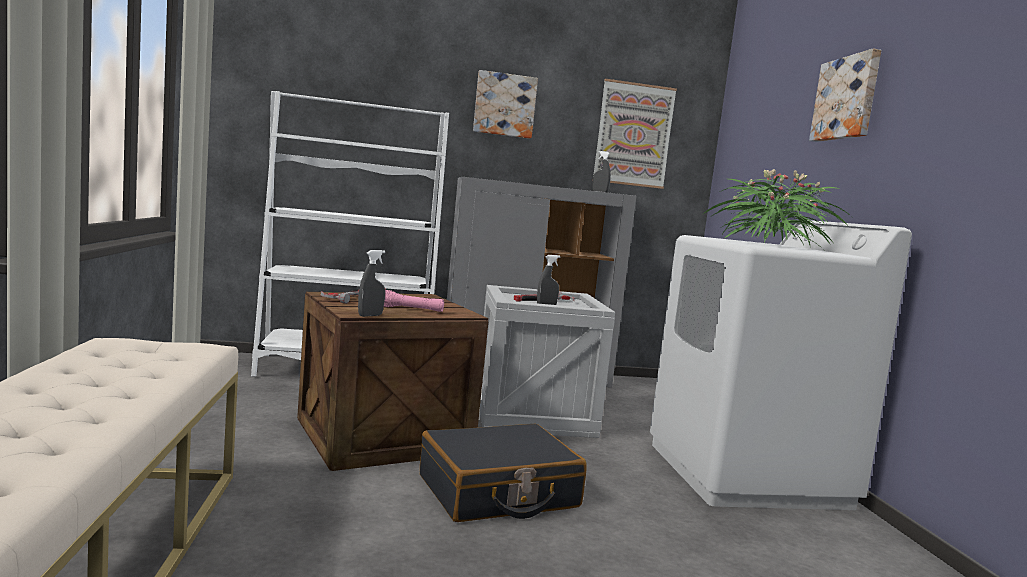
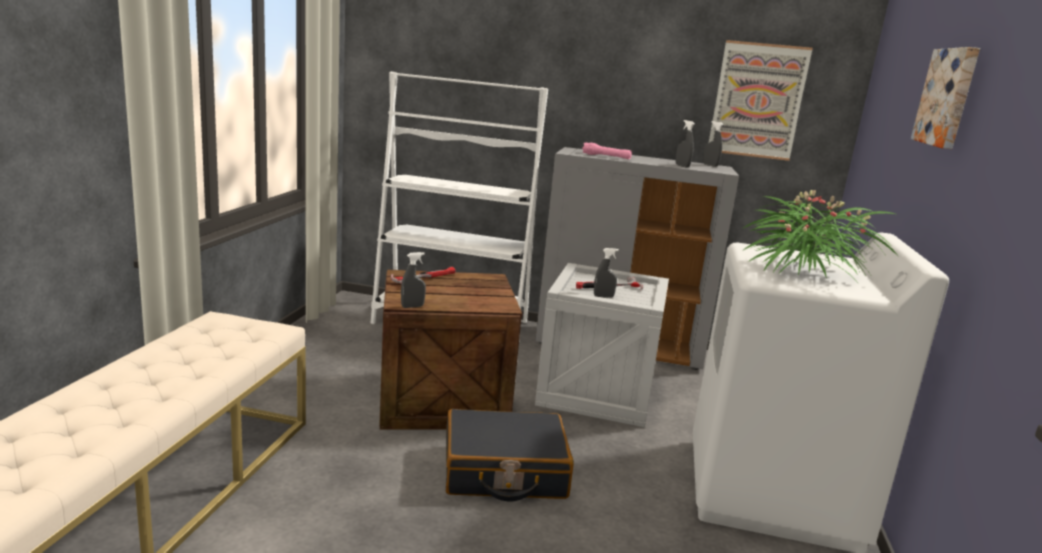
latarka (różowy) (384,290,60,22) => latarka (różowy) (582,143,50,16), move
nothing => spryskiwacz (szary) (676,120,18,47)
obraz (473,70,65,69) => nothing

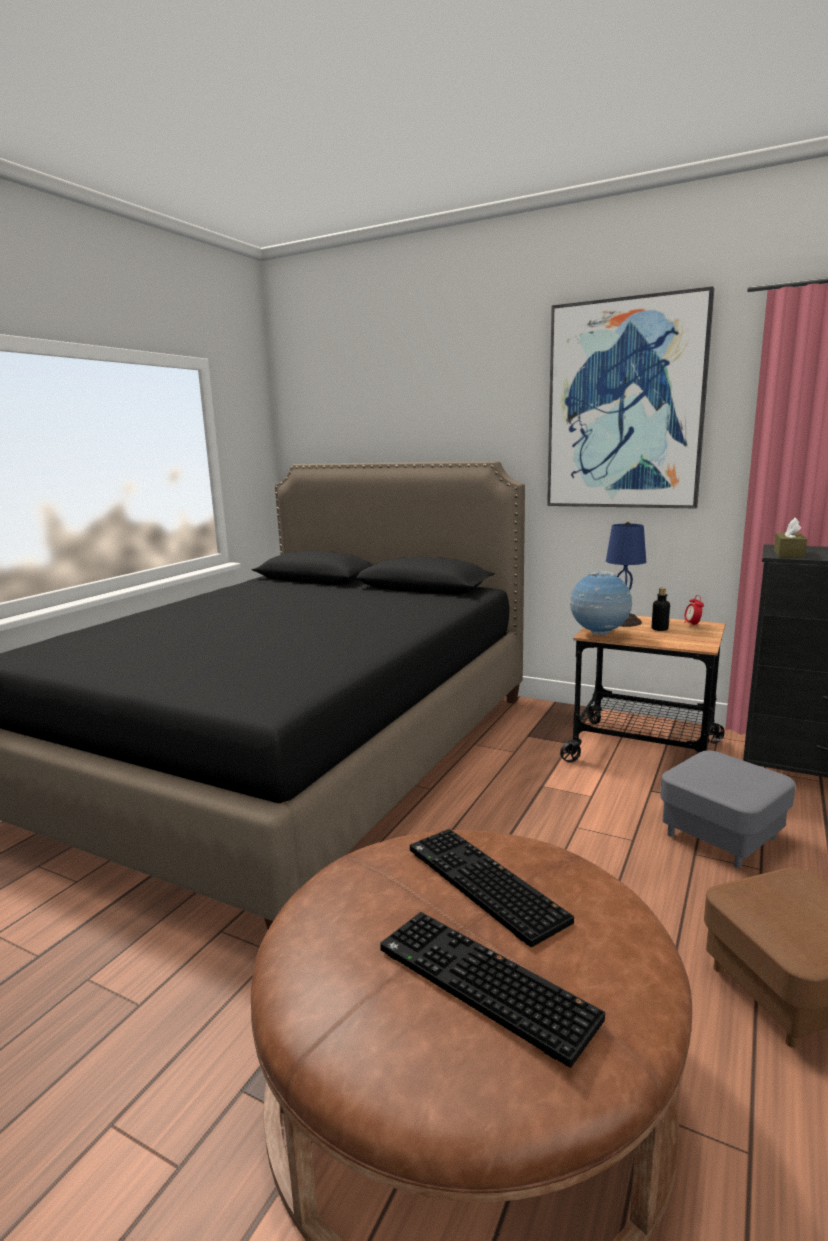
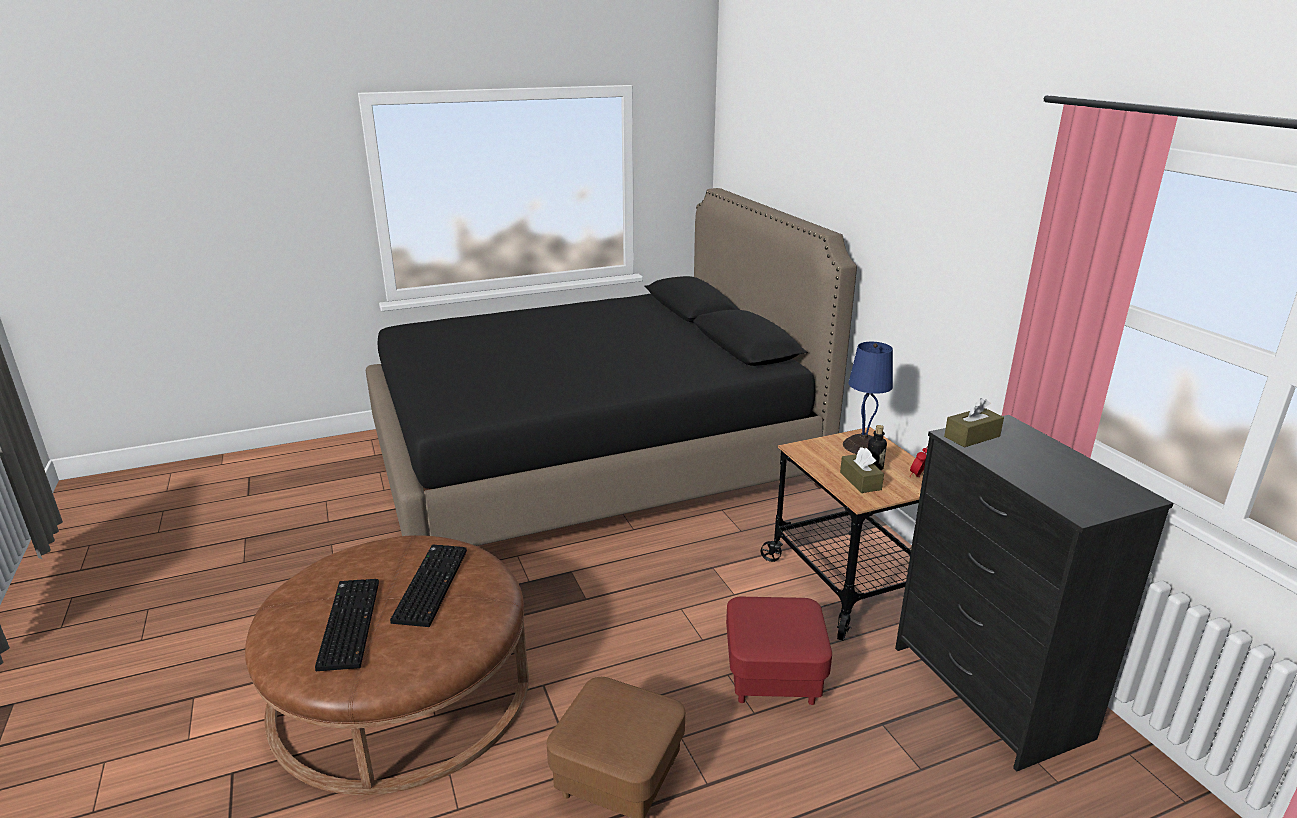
pufa (szary) (660,751,136,117) => pufa (czerwony) (726,597,106,108)
nothing => pudełko chusteczek (brązowy) (840,447,44,46)
obraz (547,286,167,223) => nothing
globus (570,570,62,66) => nothing

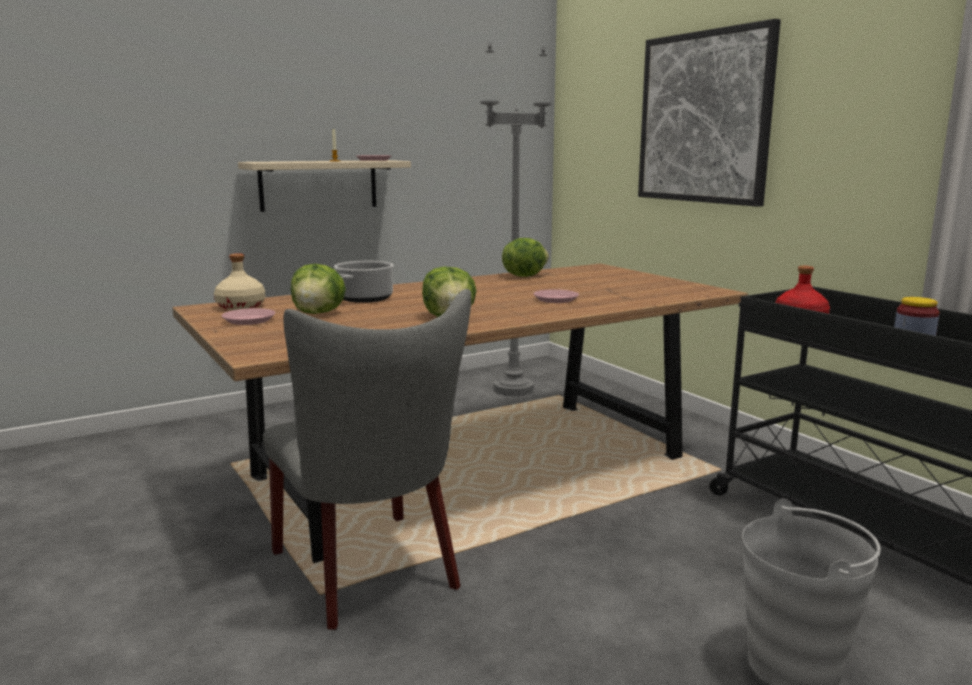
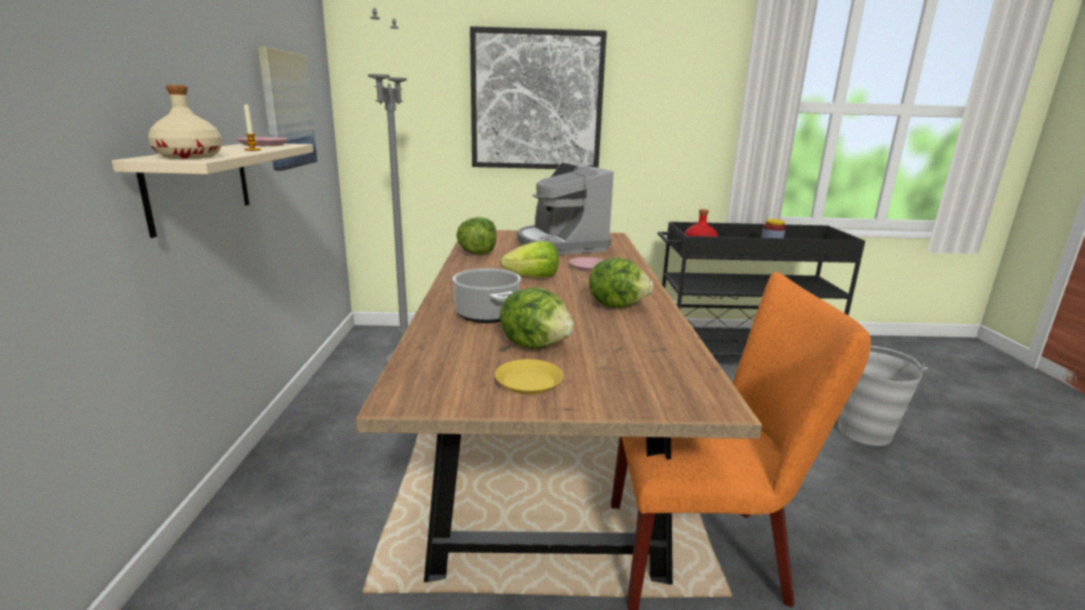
butelka (beżowy) (214,253,51,57) => butelka (beżowy) (148,85,74,74), move
nothing => obraz (258,47,59,124)
talerz (różowy) (221,308,54,17) => talerz (żółty) (495,359,68,35)
nothing => sałata (501,241,58,36)
nothing => ekspres do kawy (518,162,96,93)
krzesło (szary) (263,289,208,341) => krzesło (pomarańczowy) (611,272,260,338)

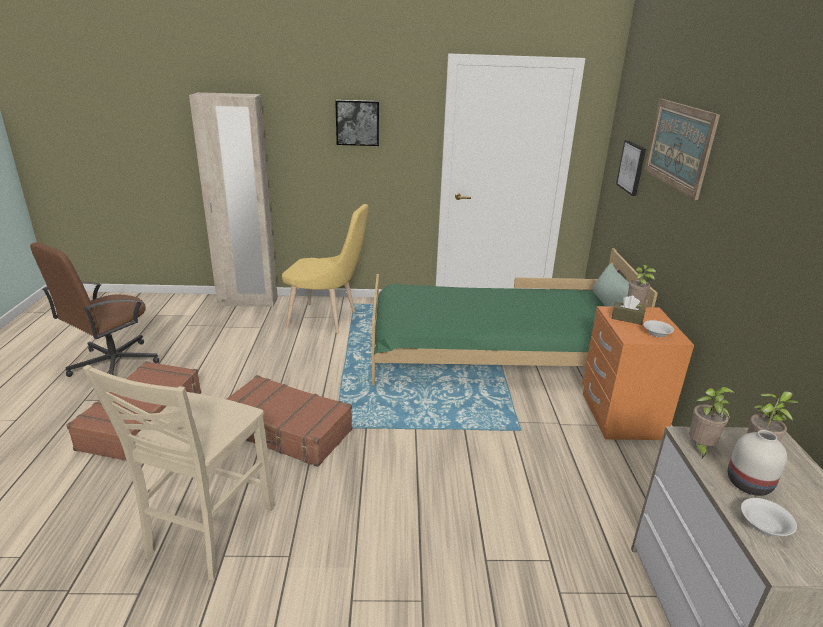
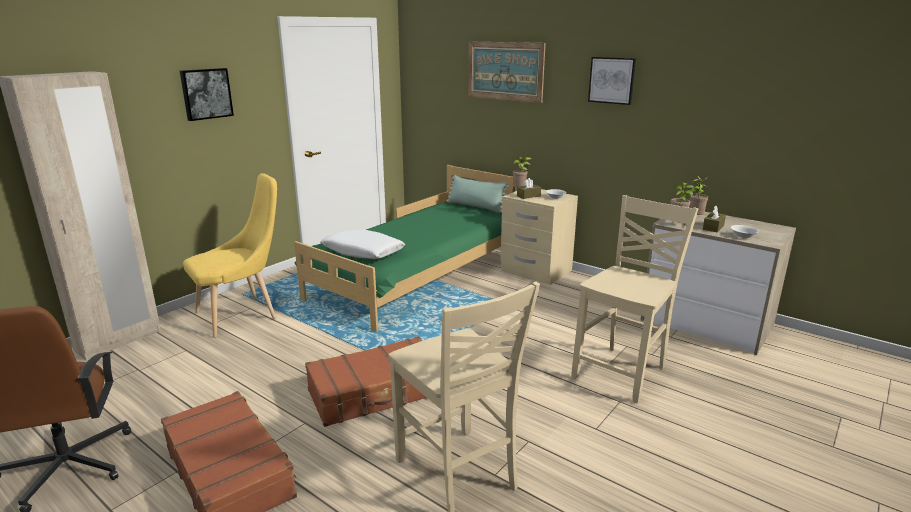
nothing => poduszka (biały) (320,229,85,30)
szafka nocna (pomarańczowy) (582,306,112,134) => szafka nocna (beżowy) (500,189,78,96)
nothing => krzesło (beżowy) (571,195,127,208)
obraz (616,140,30,56) => obraz (588,57,48,48), move
wazon (biały) (728,430,59,66) => pudełko chusteczek (brązowy) (703,206,23,26)

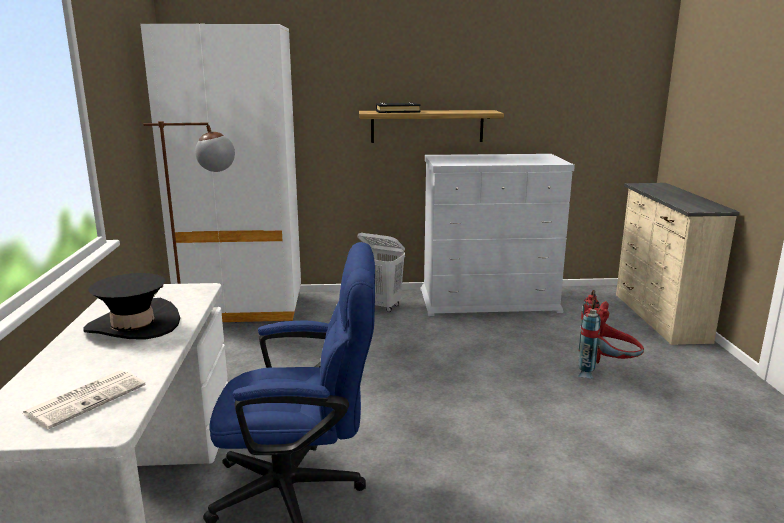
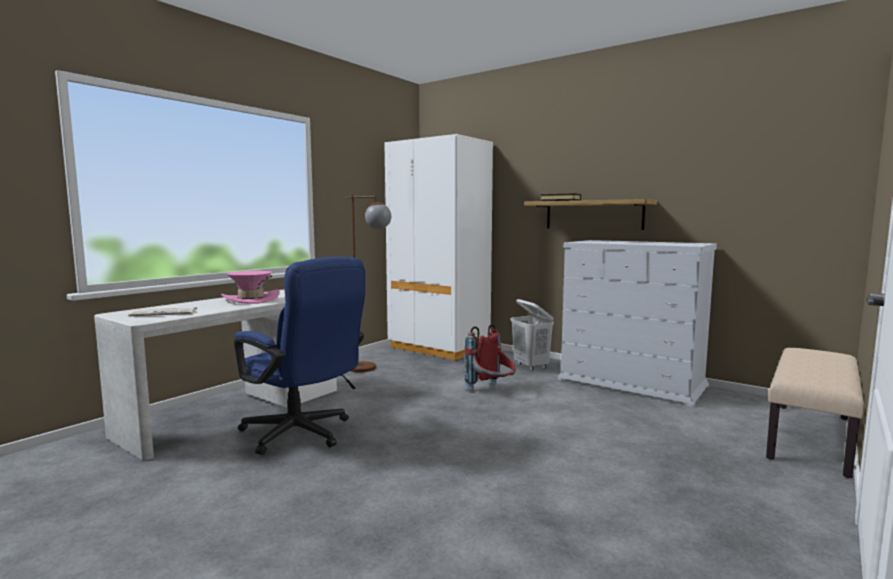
kapelusz (czarny) (83,273,97,66) => kapelusz (różowy) (221,271,59,33)
plecak (czerwony) (578,290,66,89) => plecak (czerwony) (463,324,53,67), move
komoda (beżowy) (616,183,124,162) => ławka (beżowy) (766,348,98,130)

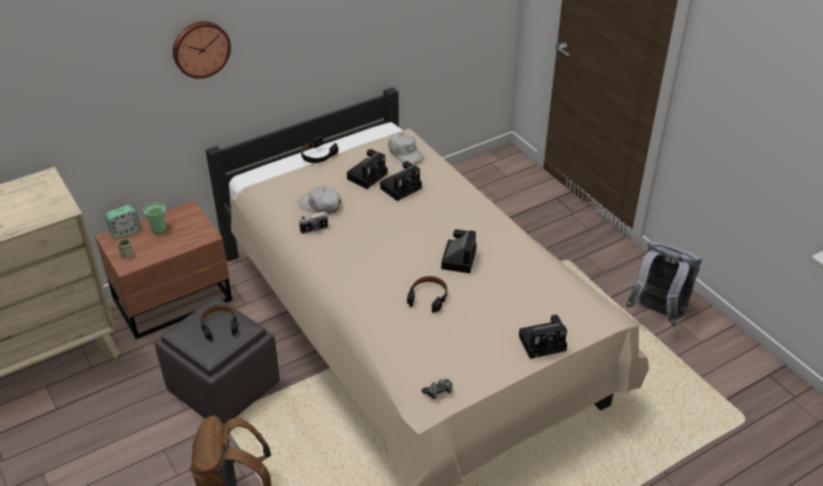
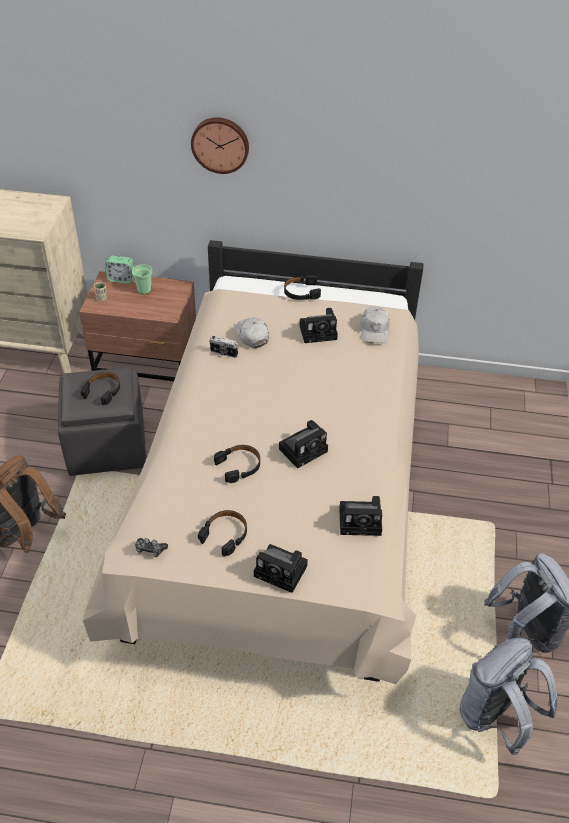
nothing => słuchawki (czarny) (198,510,49,46)
aparat fotograficzny (380,161,42,40) => aparat fotograficzny (339,496,43,40), move
nothing => plecak (szary) (460,638,97,117)

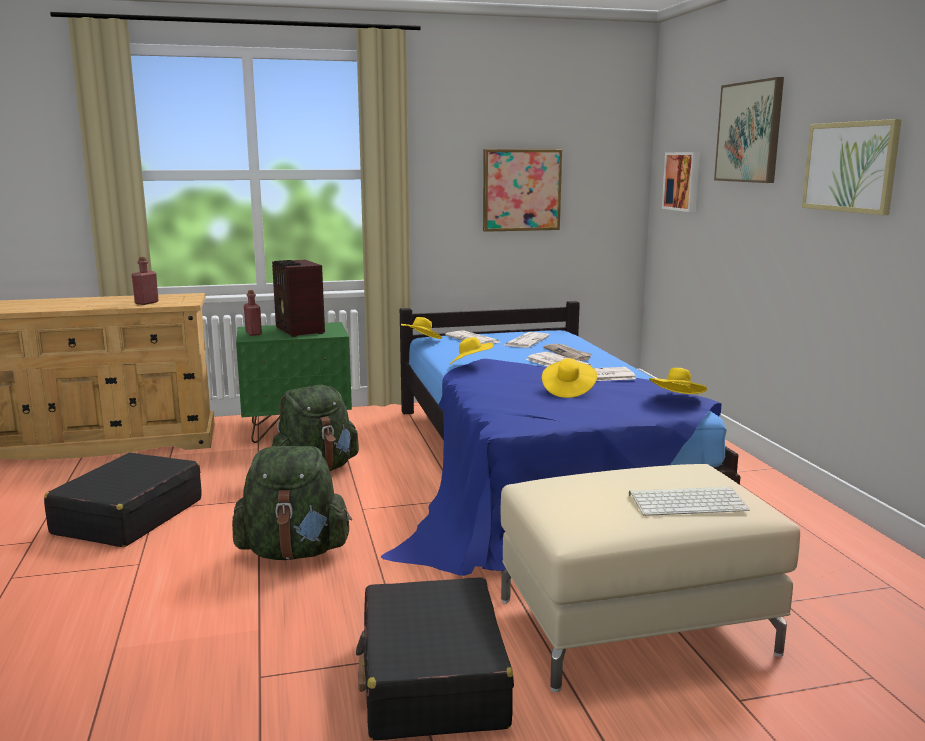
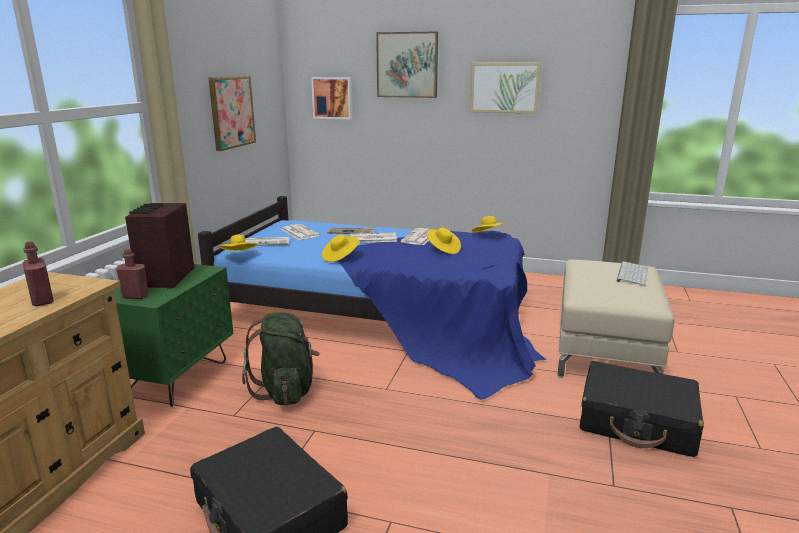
radio (272,260,53,77) => radio (125,203,69,86), 90 degrees clockwise
plecak (zielony) (232,446,120,114) => nothing

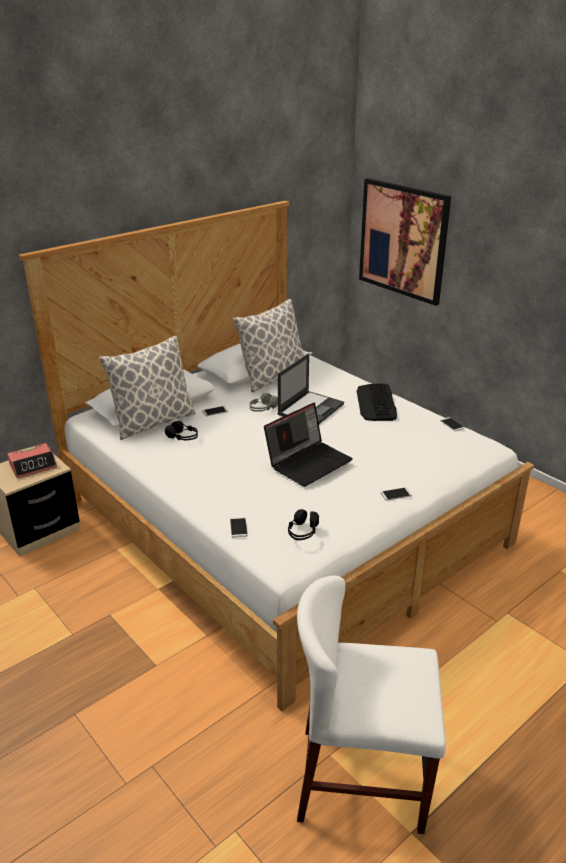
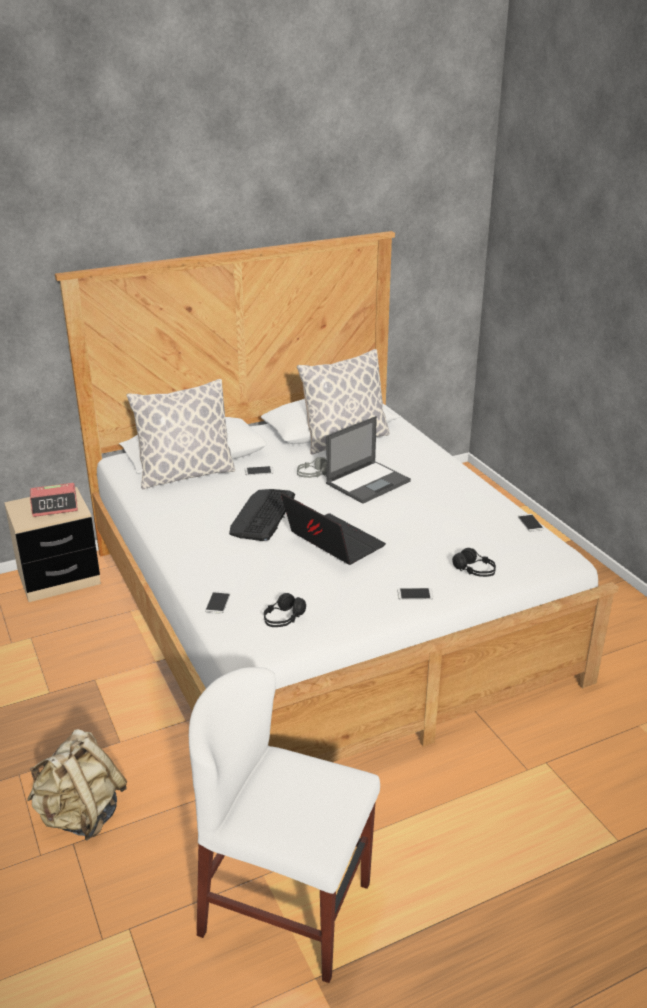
nothing => plecak (beżowy) (27,729,100,111)
klawiatura (356,383,41,38) => klawiatura (229,489,66,52), move
laptop (264,403,89,84) => laptop (281,493,105,72), 105 degrees counterclockwise
słuchawki (czarny) (165,421,33,19) => słuchawki (czarny) (452,548,44,29), move
obraz (359,178,92,128) => nothing

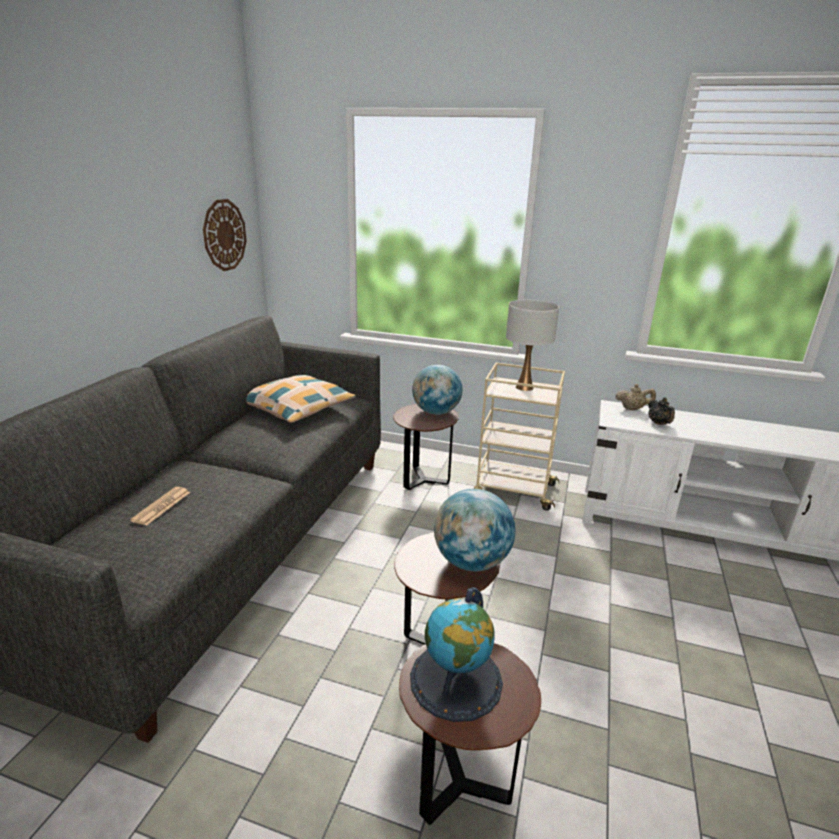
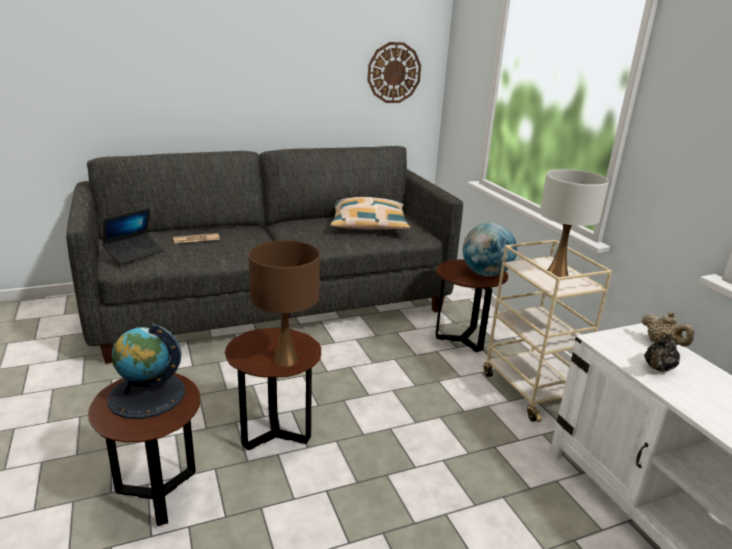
nothing => laptop (102,208,62,56)
globus (434,489,81,82) => lampa stołowa (brązowy) (248,240,72,127)

